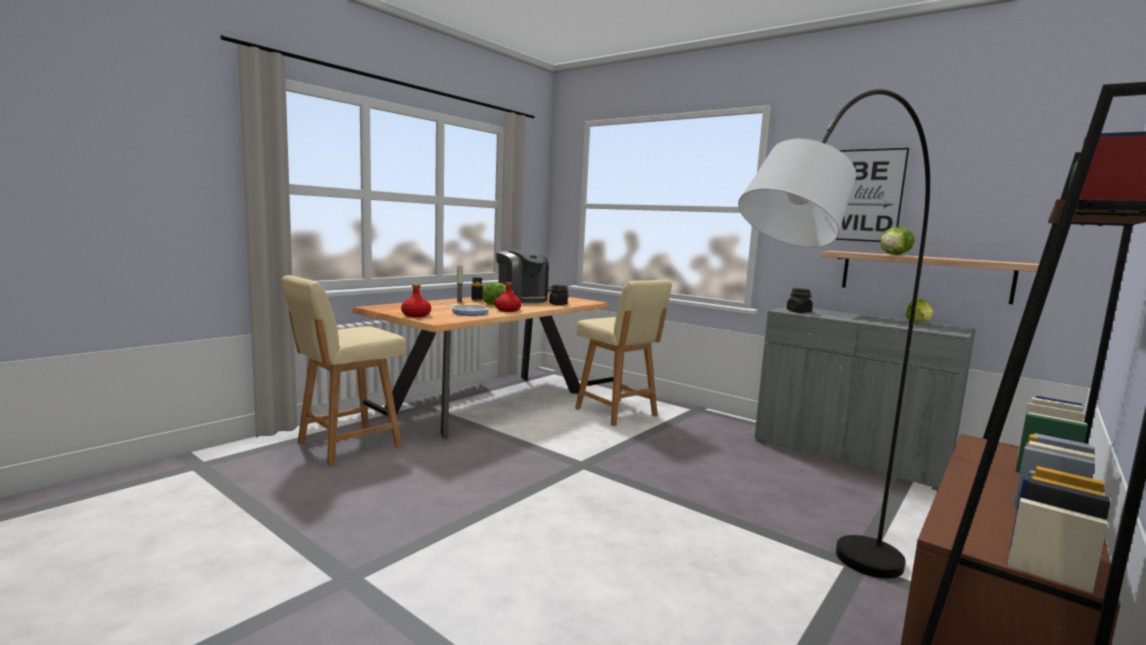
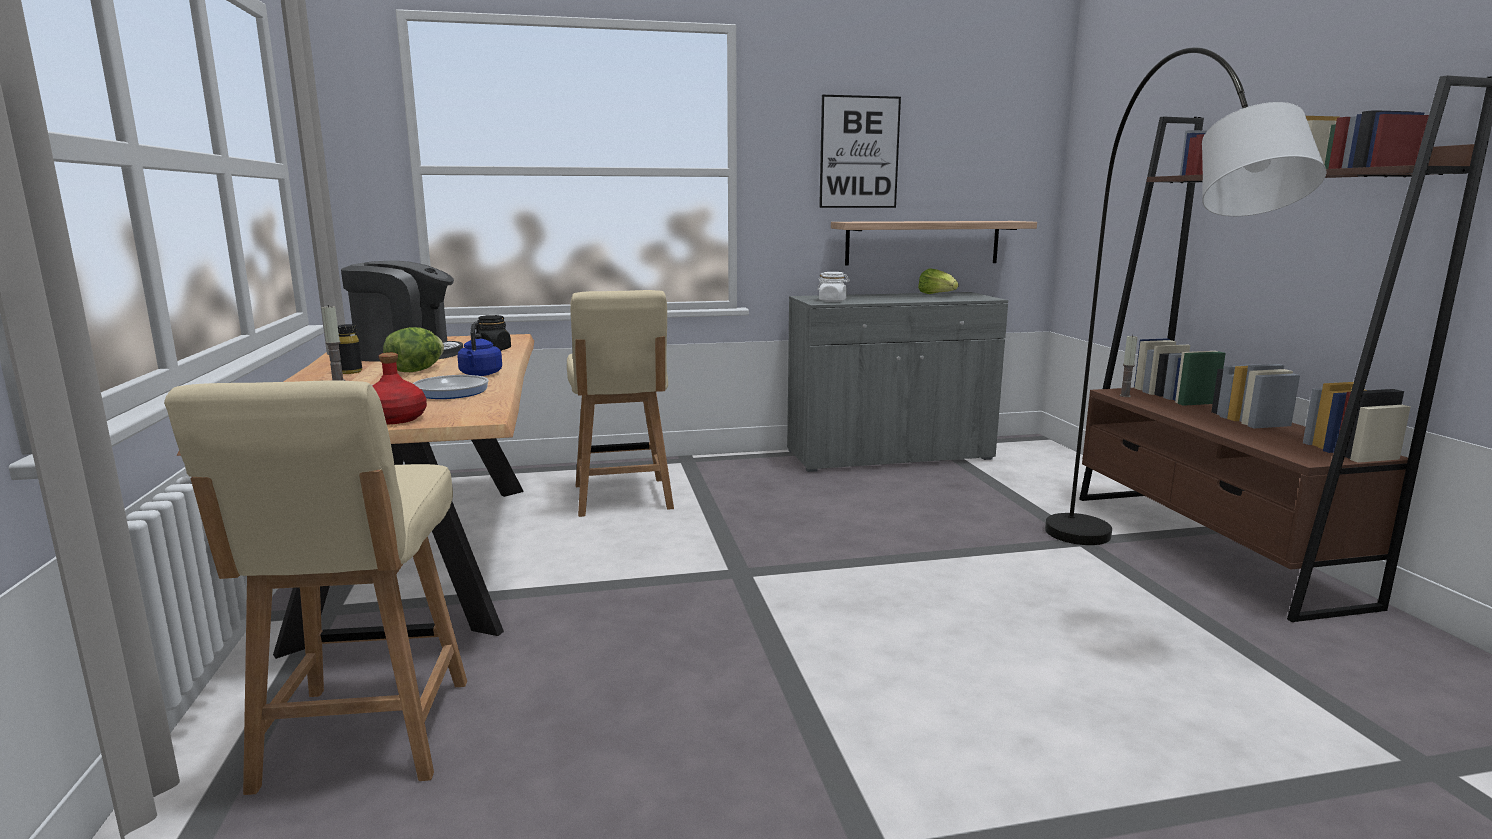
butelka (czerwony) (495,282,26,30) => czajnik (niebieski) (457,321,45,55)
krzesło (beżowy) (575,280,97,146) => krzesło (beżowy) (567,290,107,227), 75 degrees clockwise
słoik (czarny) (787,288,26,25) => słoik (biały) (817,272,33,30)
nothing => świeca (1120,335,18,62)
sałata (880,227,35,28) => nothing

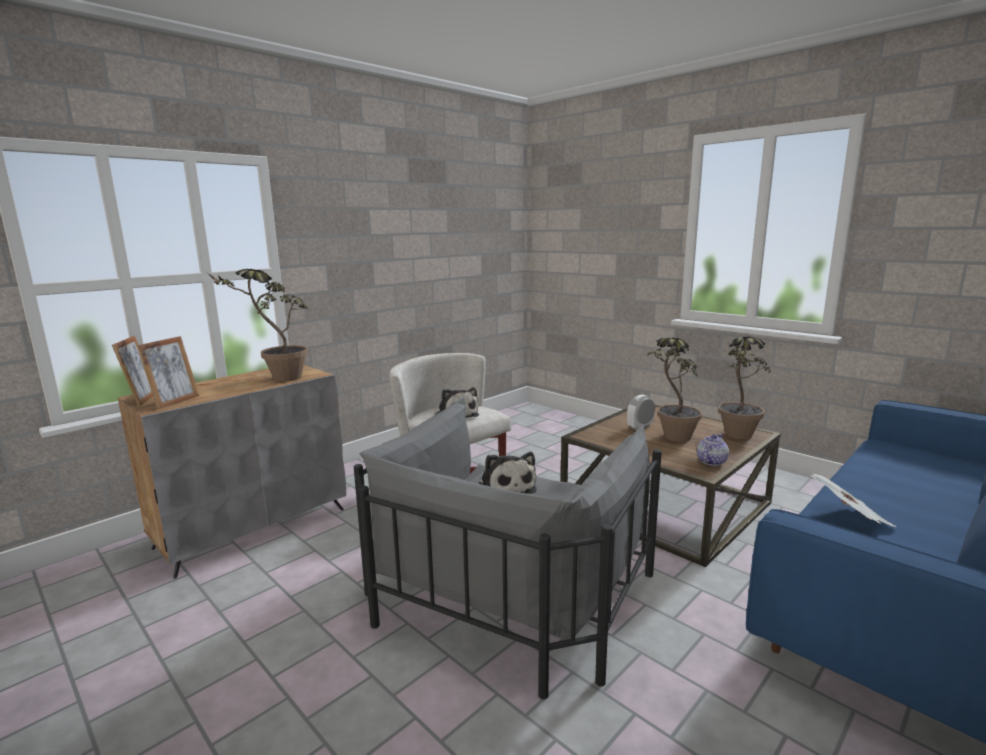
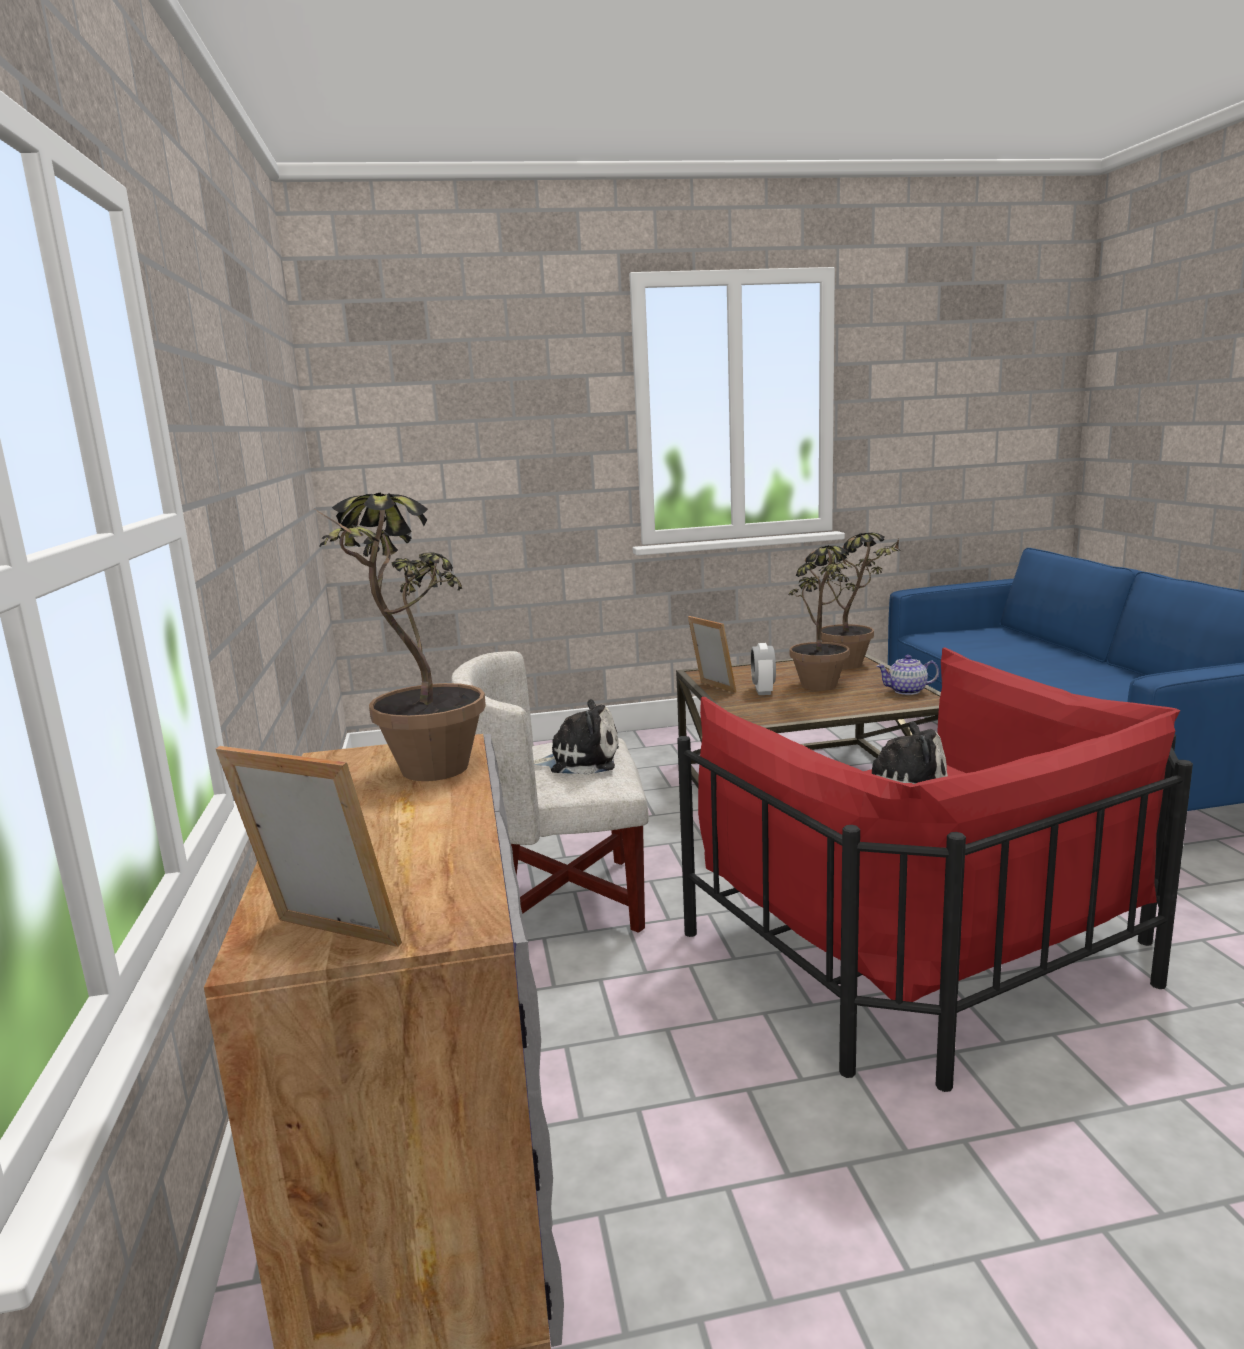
fotel (szary) (354,397,308,302) => fotel (czerwony) (677,648,516,444)
ramka na zdjęcie (136,336,63,73) => ramka na zdjęcie (688,616,48,77), move
imbryk (697,434,32,32) => imbryk (877,655,62,40), 75 degrees counterclockwise
gazeta (810,474,86,53) => nothing

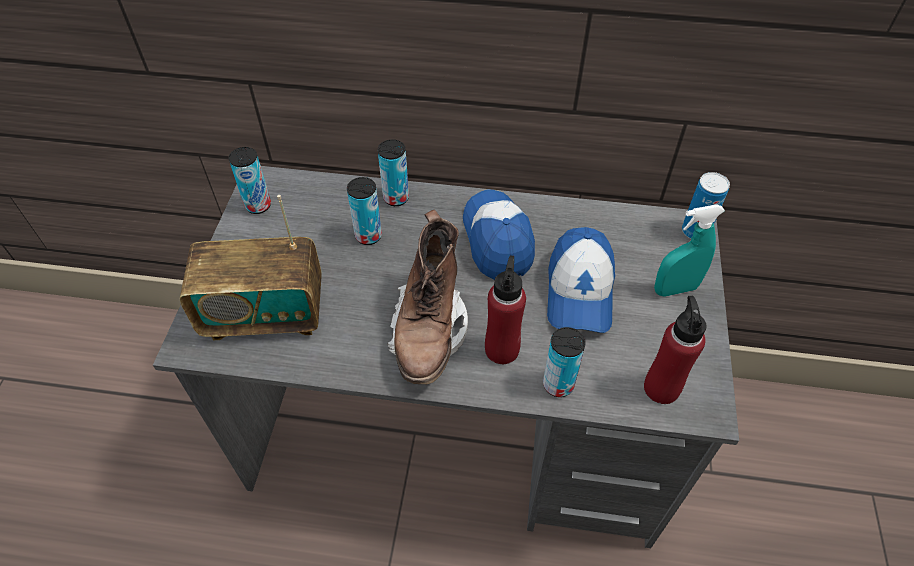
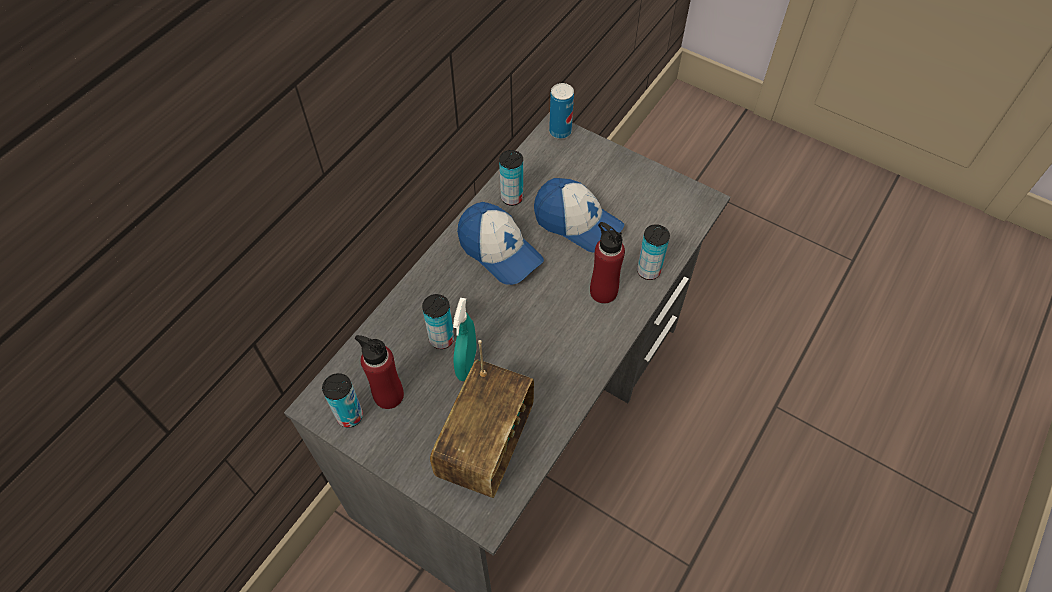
butelka (czerwony) (644,296,63,108) => butelka (czerwony) (355,335,49,74), move
spryskiwacz (turkusowy) (654,204,71,93) => spryskiwacz (turkusowy) (453,298,23,83), move
czapka z daszkiem (463,189,72,91) => czapka z daszkiem (457,202,87,83), 150 degrees counterclockwise
puszka (378,139,31,67) => puszka (499,150,24,56), move
but z cholewką (brązowy) (387,209,81,175) => nothing

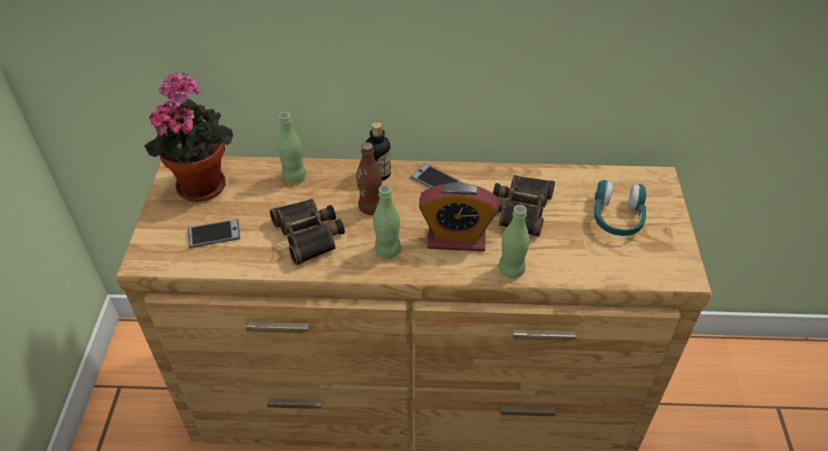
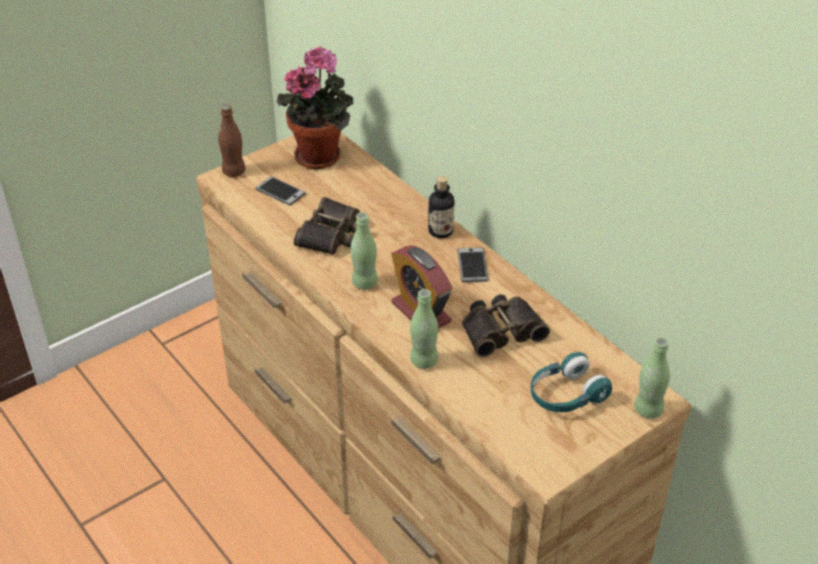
butelka (brązowy) (356,142,26,73) => butelka (brązowy) (218,104,27,73), move
butelka (zielony) (277,112,29,71) => butelka (zielony) (634,337,36,82), move

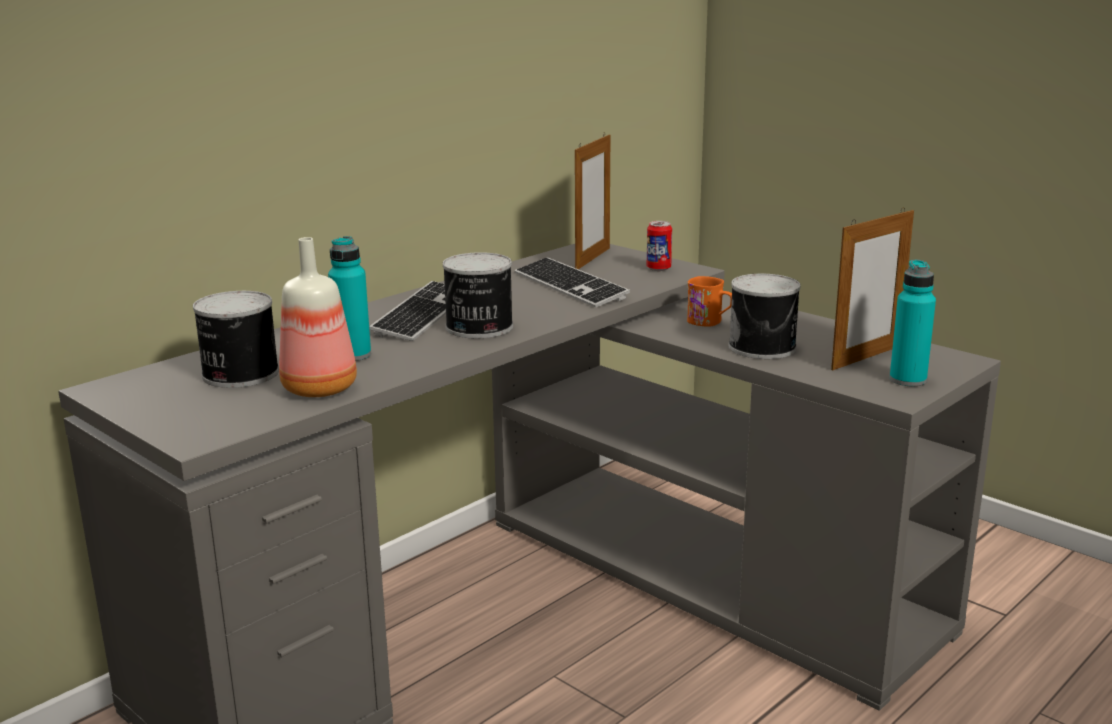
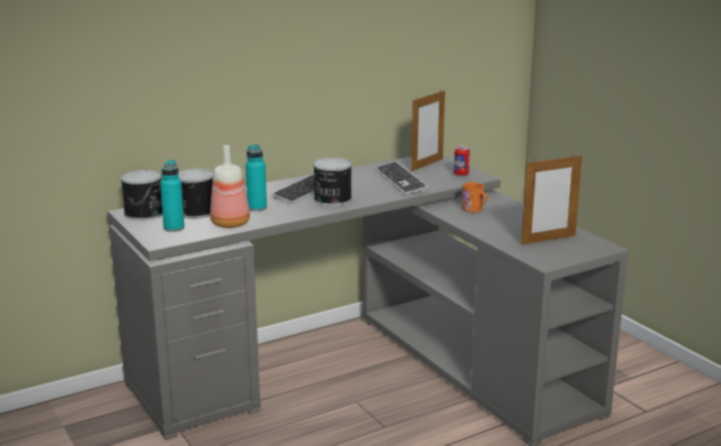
puszka (729,274,72,85) => puszka (121,170,42,51), move
butelka (turkusowy) (889,260,47,126) => butelka (turkusowy) (160,160,25,72), move

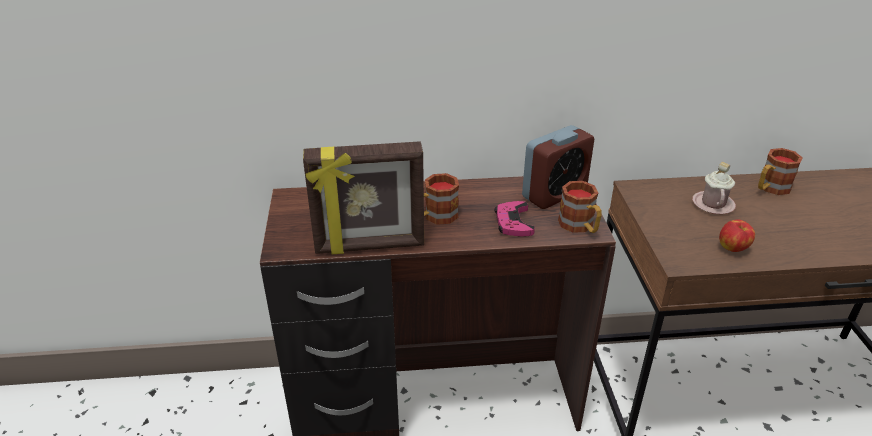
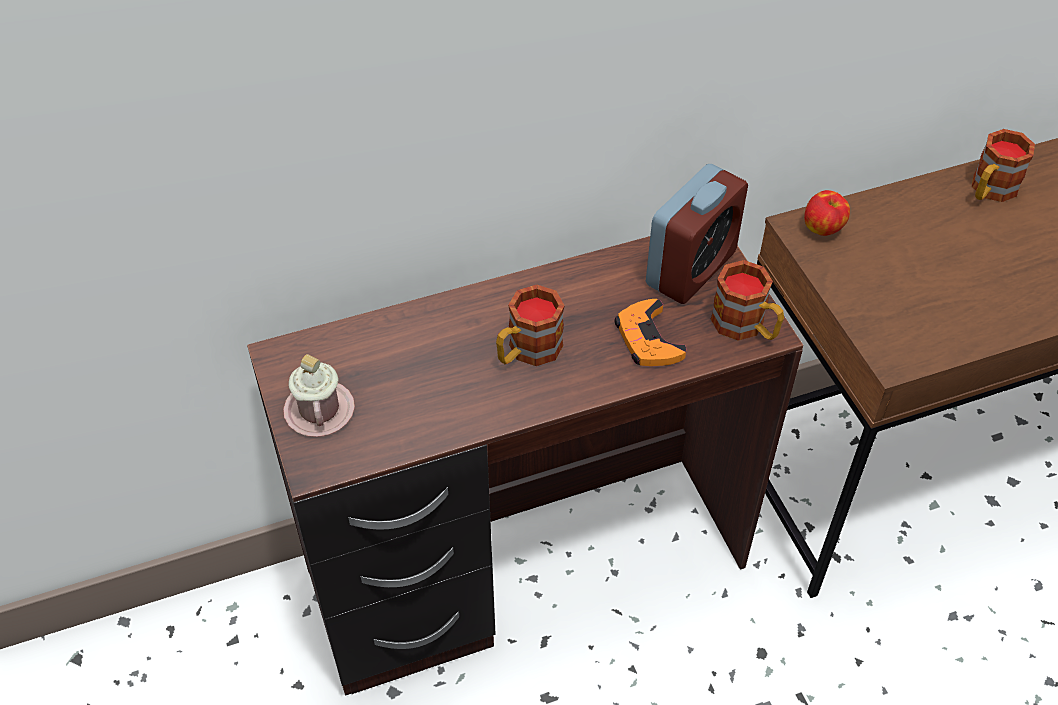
kubek (różowy) (692,162,44,52) => kubek (różowy) (283,354,72,83), move
pad do gier (różowy) (494,201,41,36) => pad do gier (pomarańczowy) (615,299,71,67)
jabłko (719,219,36,33) => jabłko (804,190,46,46), move
ramka na zdjęcie (303,141,121,114) => nothing

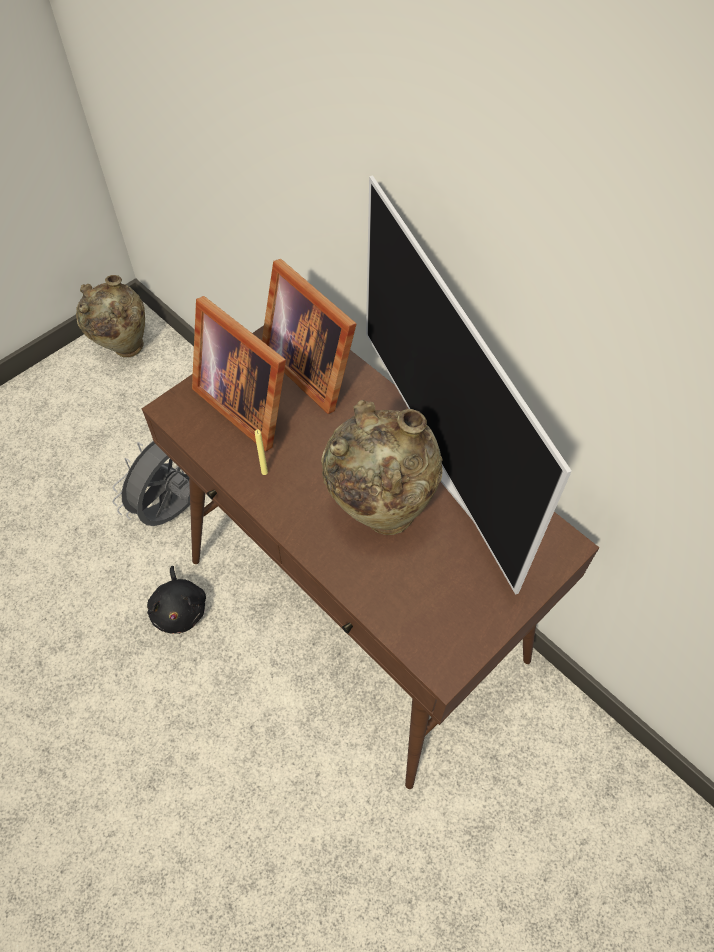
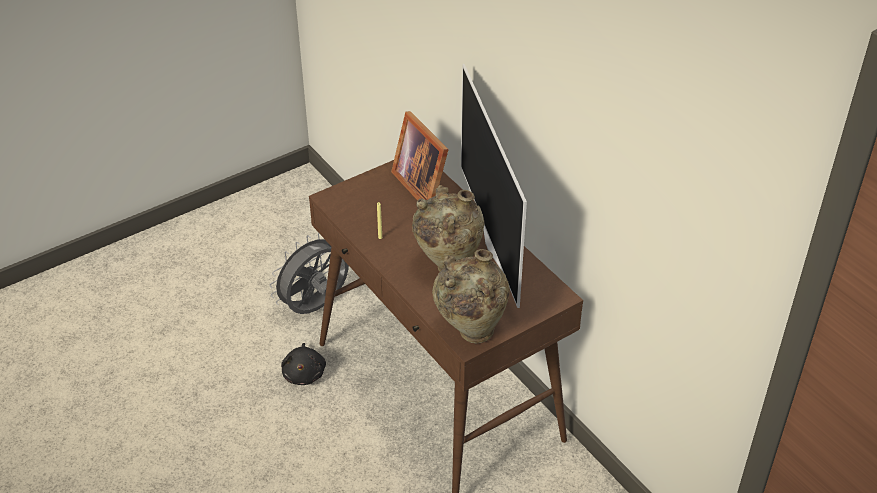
wazon (beżowy) (76,275,69,83) => wazon (beżowy) (432,249,78,94), move
ramka na zdjęcie (192,296,94,155) => nothing

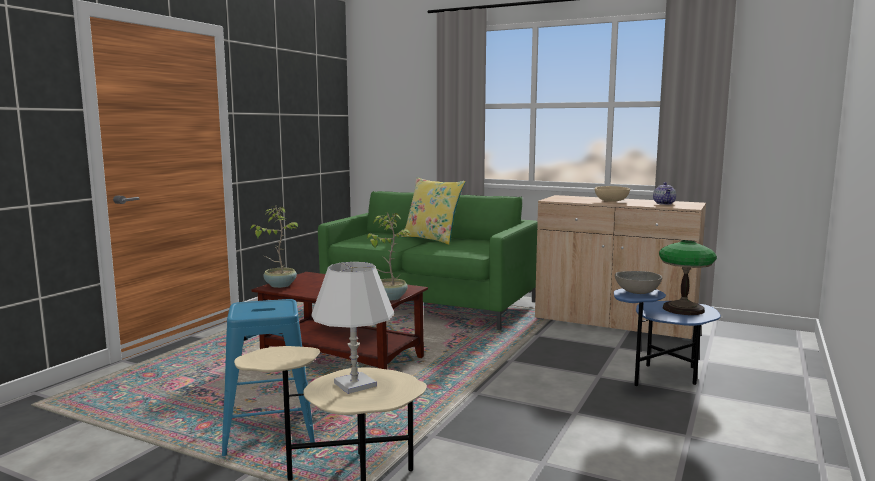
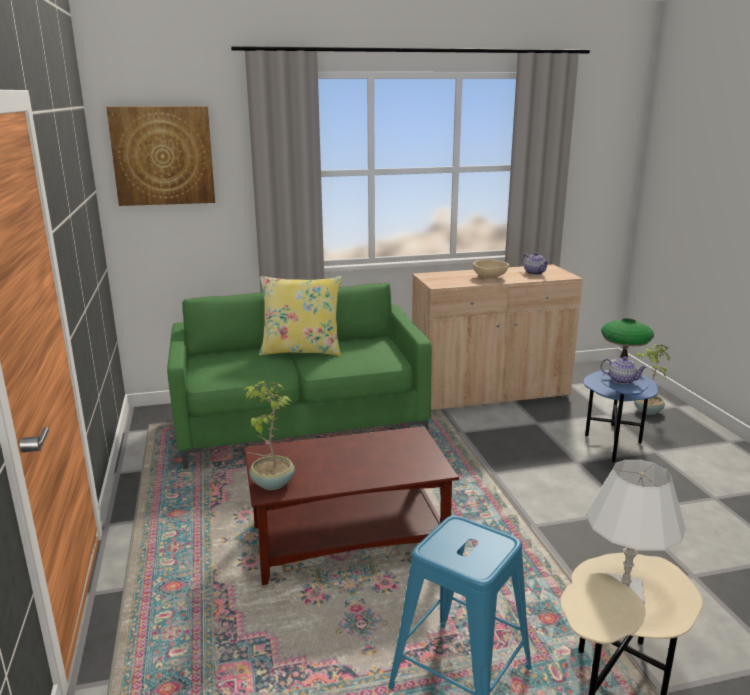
nothing => obraz (106,106,109,100)
miska (szary) (615,271,47,23) => imbryk (600,357,47,27)
roślina doniczkowa (367,212,44,88) => roślina doniczkowa (634,344,36,71), move

